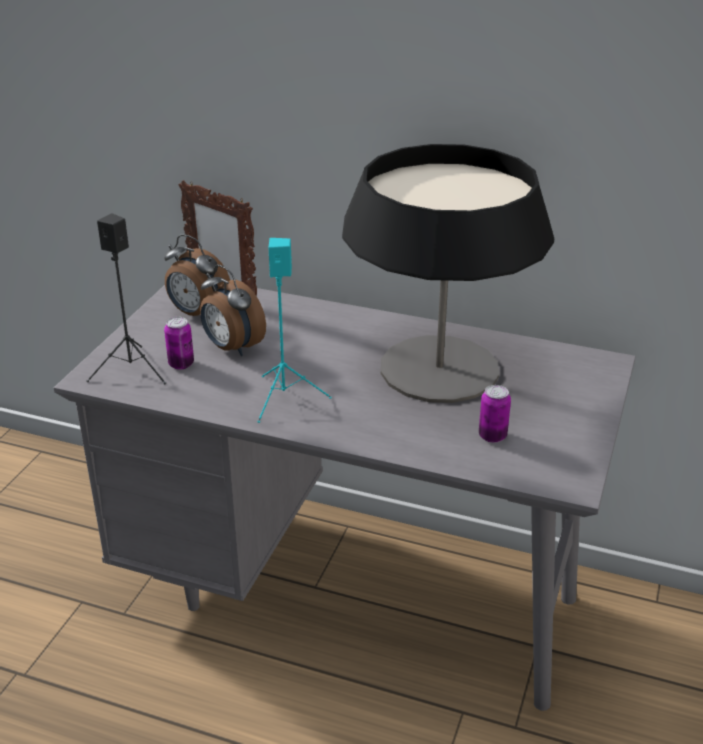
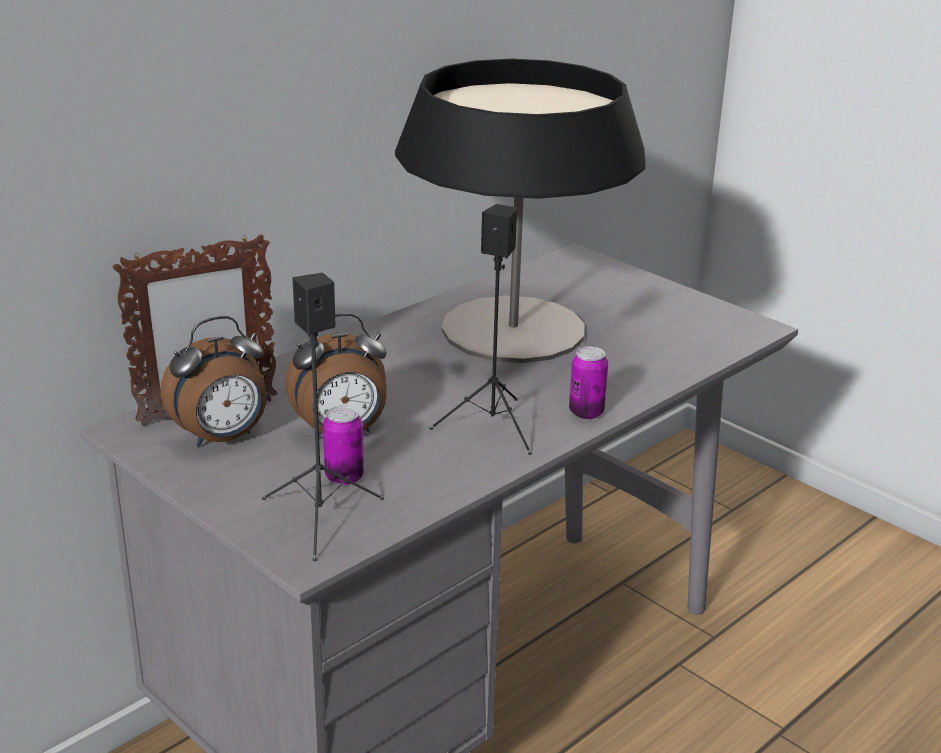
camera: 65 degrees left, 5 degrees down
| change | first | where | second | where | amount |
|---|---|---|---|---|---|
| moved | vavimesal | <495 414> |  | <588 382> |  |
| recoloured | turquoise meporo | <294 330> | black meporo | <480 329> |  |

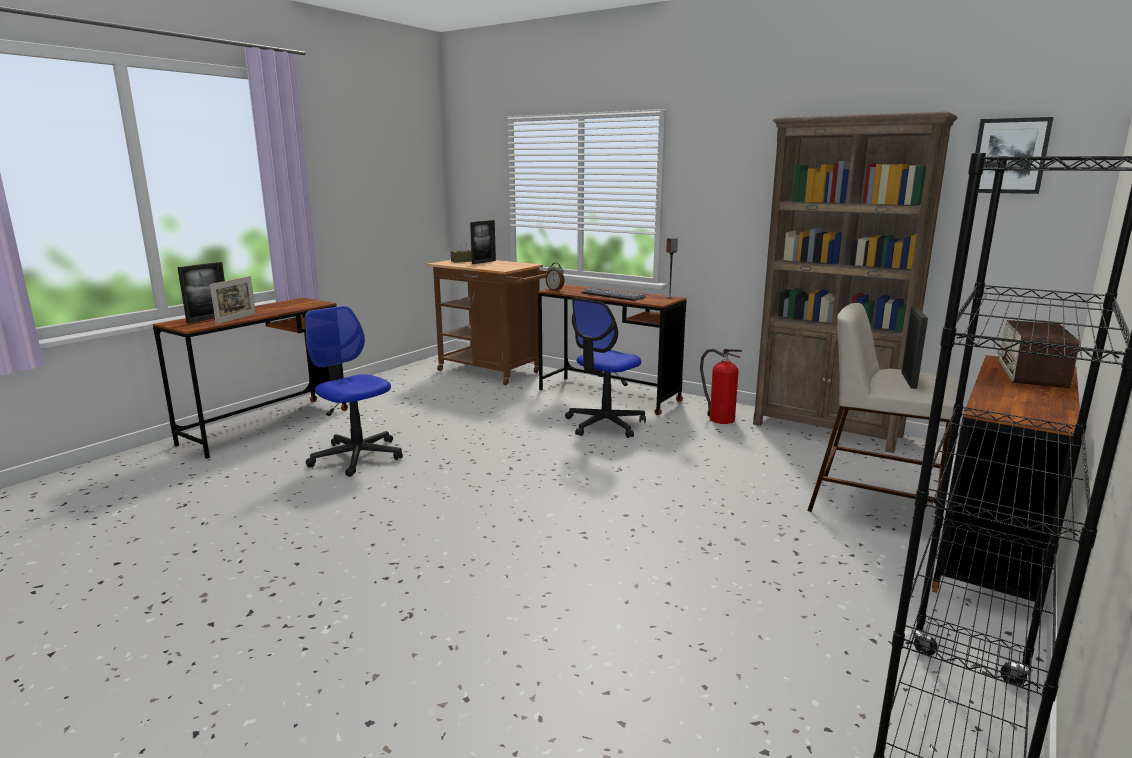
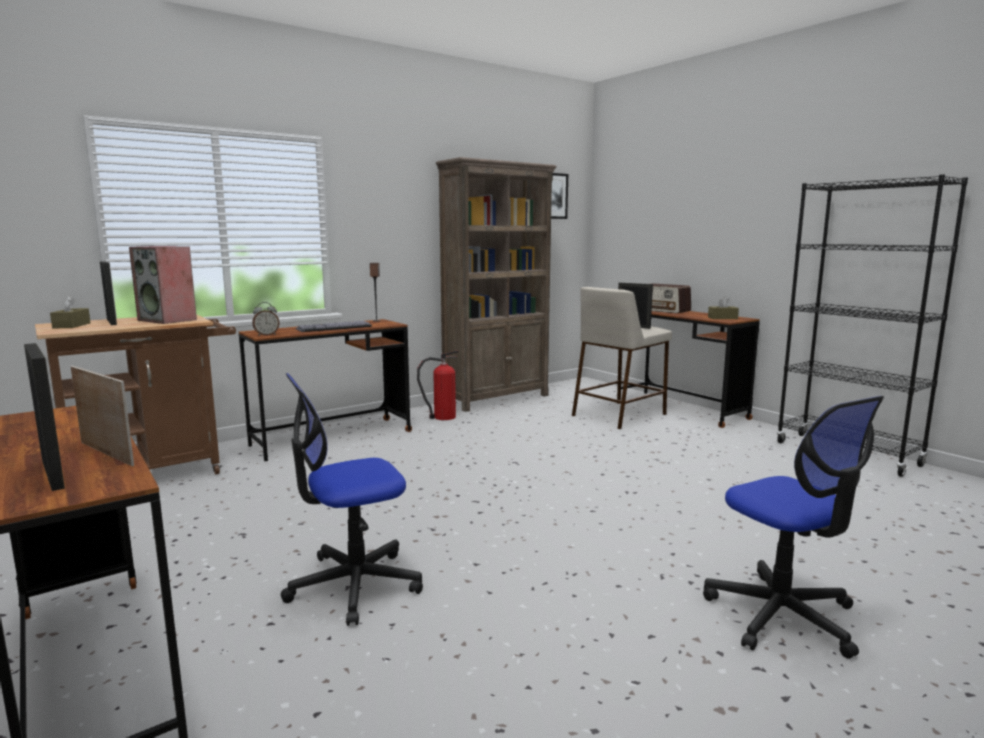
camera: 70 degrees left, 5 degrees down
| change | first | where | second | where | amount |
|---|---|---|---|---|---|
| added |  |  | meporo | <163 285> |  |
| added |  |  | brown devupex | <723 308> |  |
| moved | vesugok | <605 368> |  | <793 527> |  |

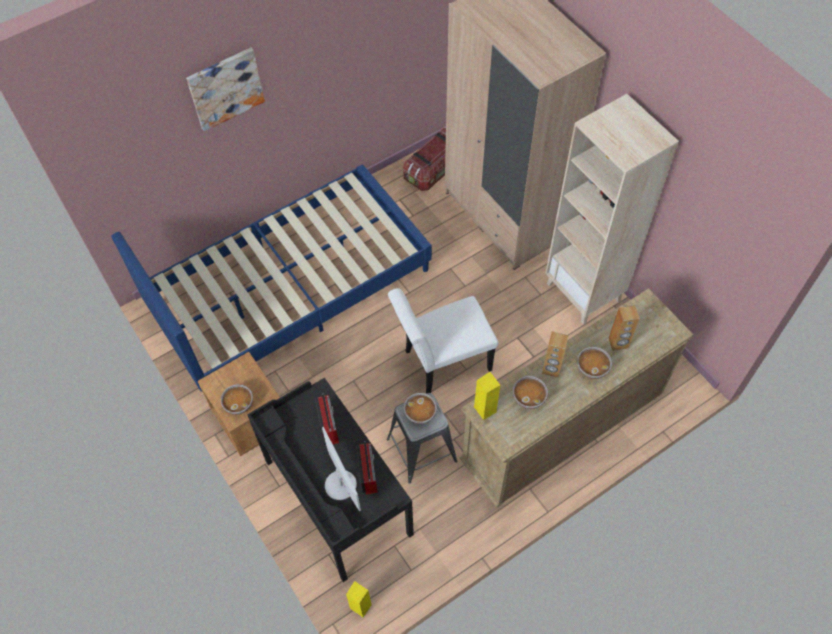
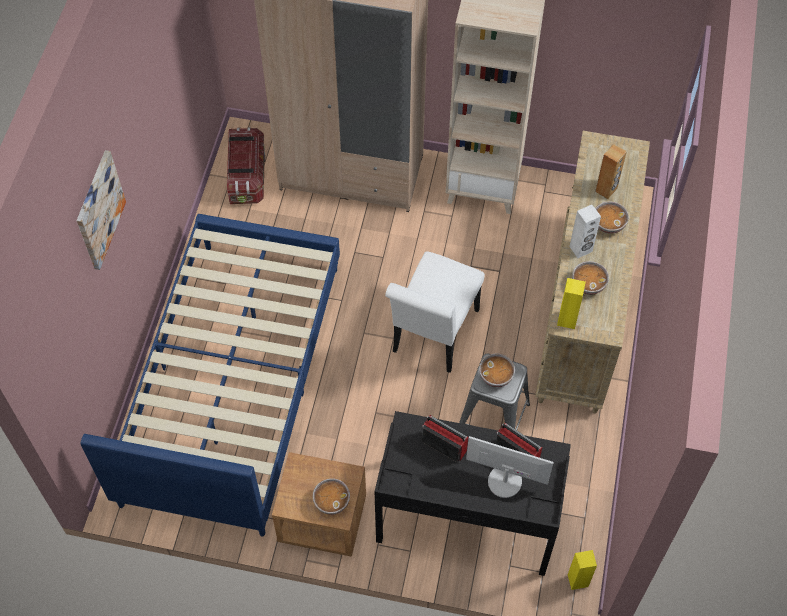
camera: 45 degrees left, 0 degrees up
| change | first | where | second | where | amount |
|---|---|---|---|---|---|
| recoloured | brown meporo | <555 354> | white meporo | <585 231> |  |

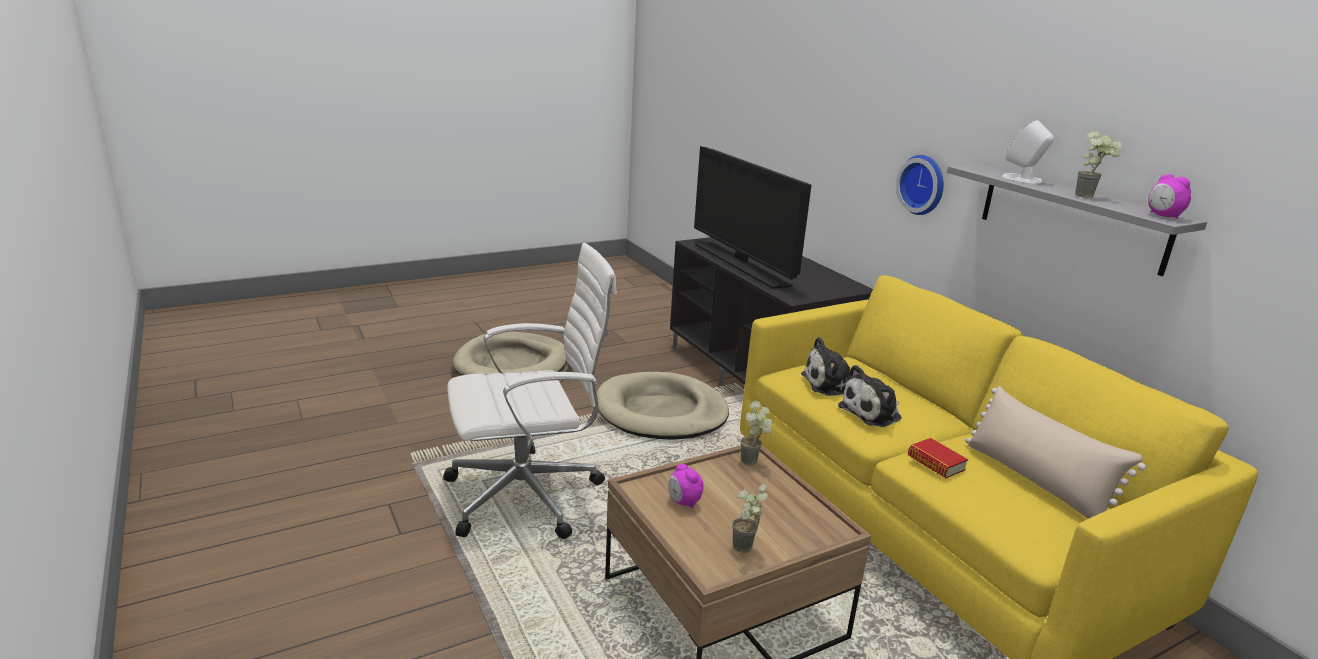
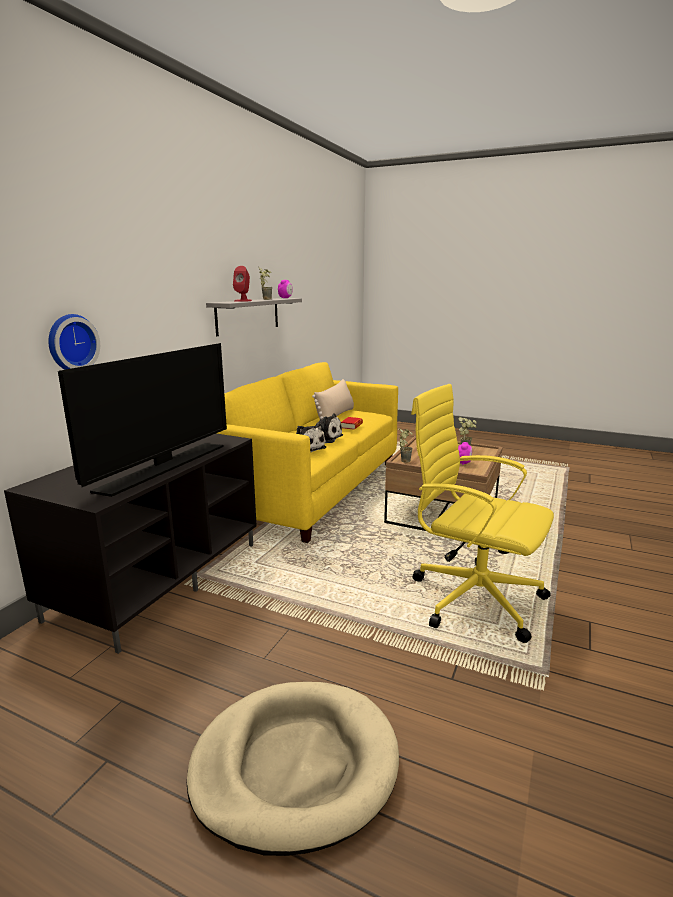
camera: 125 degrees left, 5 degrees down
| change | first | where | second | where | amount |
|---|---|---|---|---|---|
| removed | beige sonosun | <663 406> |  |  |  |
| moved | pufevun | <920 185> |  | <74 342> |  |
| recoloured | white vesugok | <530 391> | yellow vesugok | <482 513> |  |
| recoloured | white meporo | <1027 152> | red meporo | <242 284> |  |

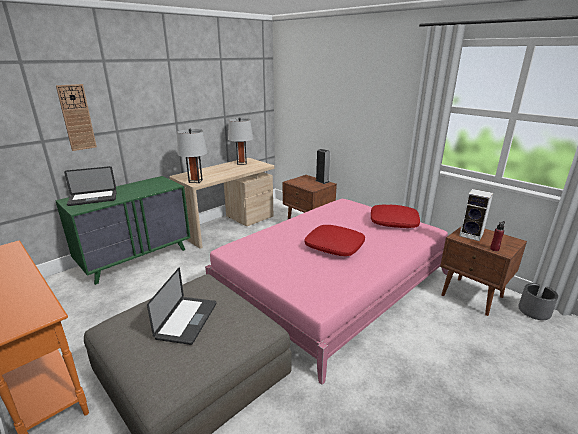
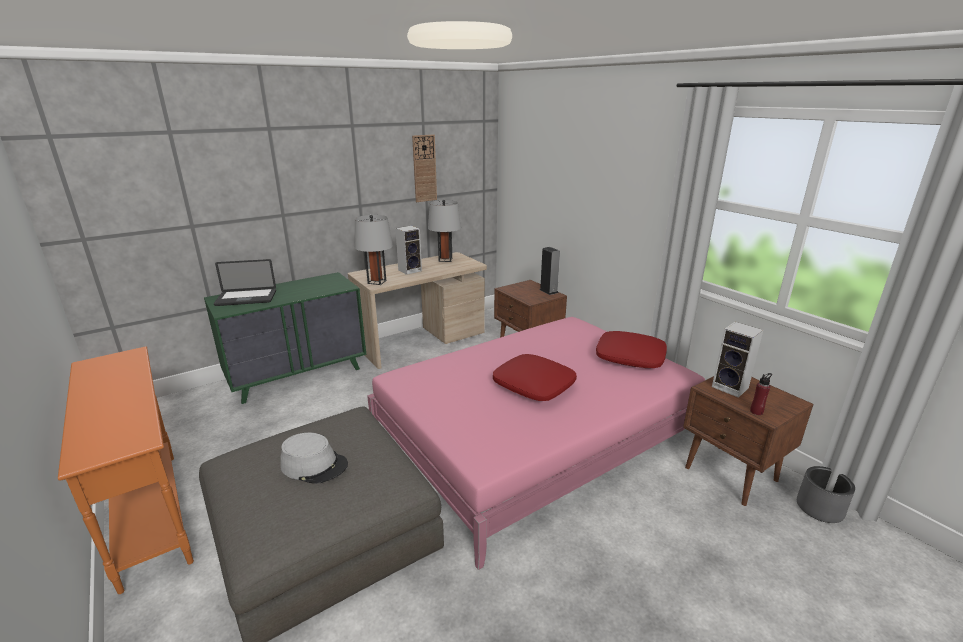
camera: 10 degrees right, 0 degrees up
| change | first | where | second | where | amount |
|---|---|---|---|---|---|
| added |  |  | meporo | <408 250> |  |
| moved | pufevun | <76 117> |  | <424 168> |  |
| replaced | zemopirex | <182 306> | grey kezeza | <314 458> |  |

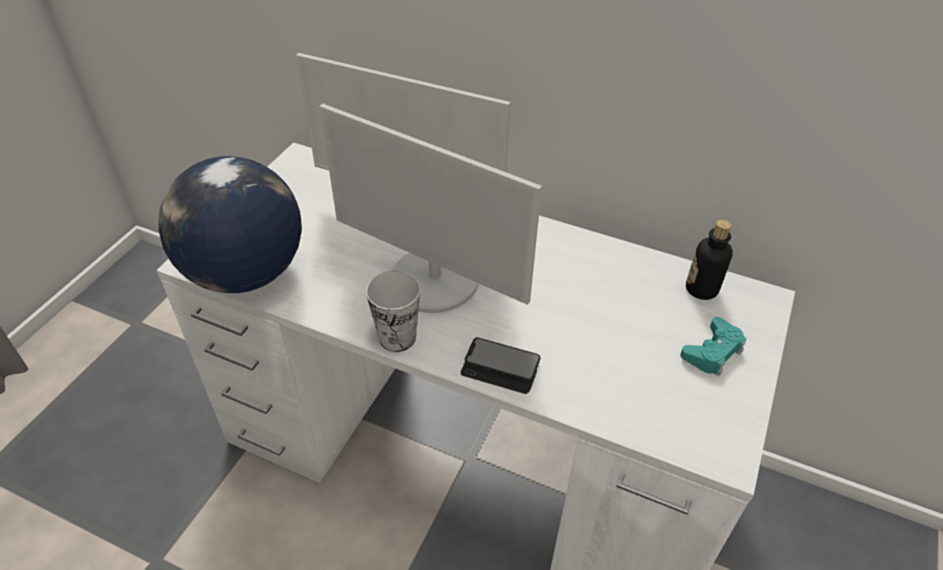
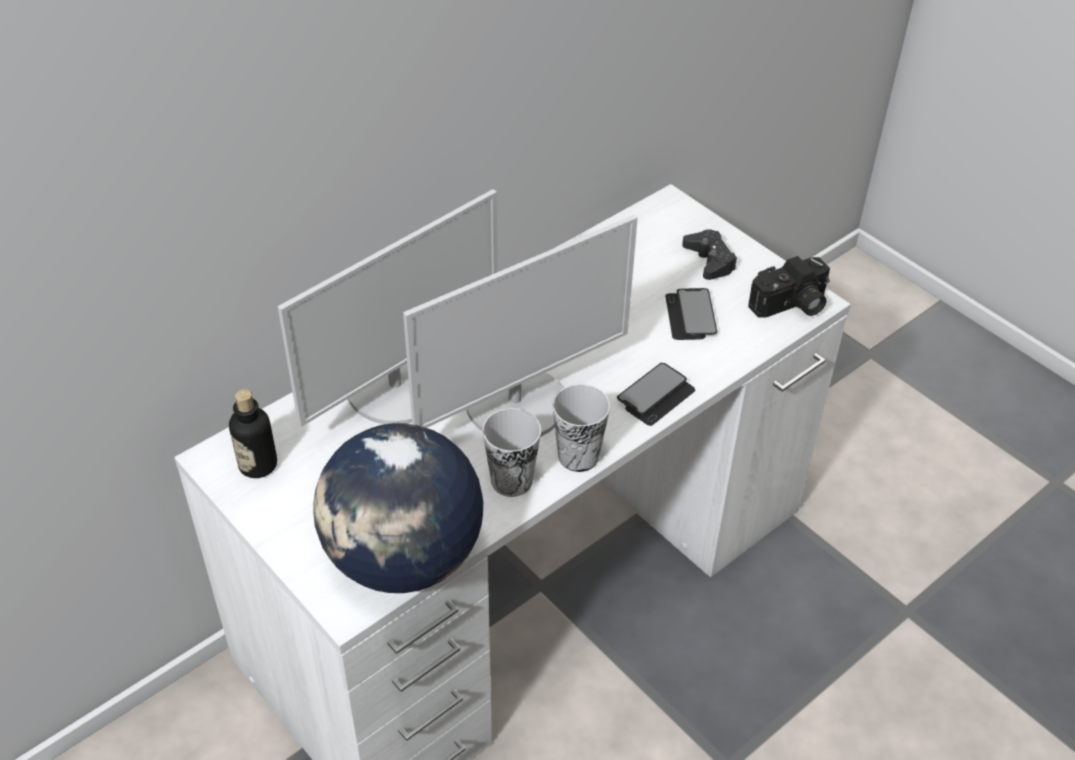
camera: 65 degrees left, 0 degrees up
| change | first | where | second | where | amount |
|---|---|---|---|---|---|
| added |  |  | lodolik | <511 452> |  |
| added |  |  | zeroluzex | <691 314> |  |
| added |  |  | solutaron | <789 287> |  |
| moved | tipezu | <709 260> |  | <253 433> |  |
| recoloured | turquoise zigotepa | <713 346> | black zigotepa | <709 254> |  |

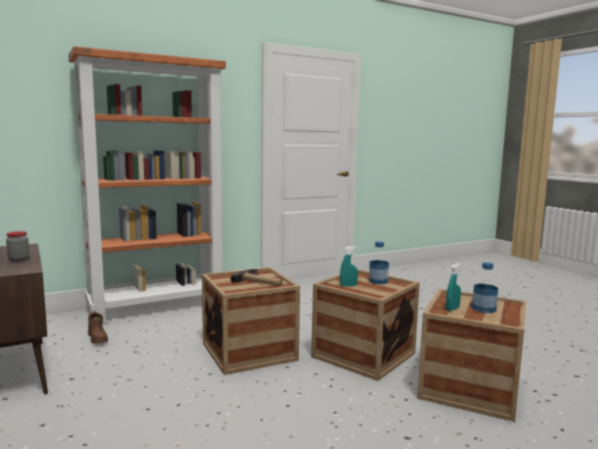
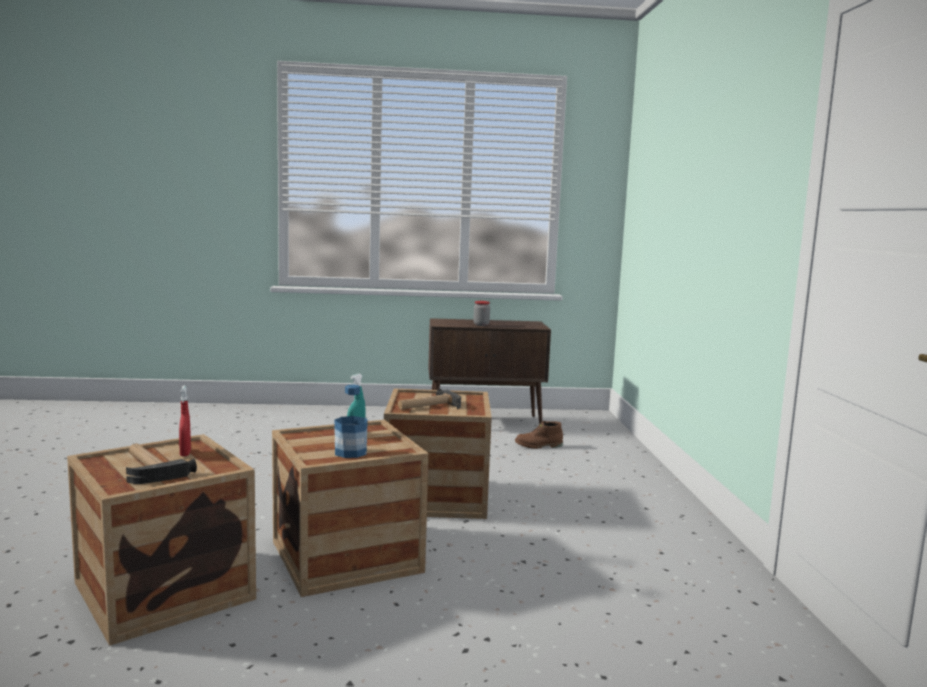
camera: 115 degrees right, 0 degrees up
| change | first | where | second | where | amount |
|---|---|---|---|---|---|
| removed | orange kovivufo | <147 185> |  |  |  |
| replaced | tipezu | <485 287> | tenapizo | <161 463> |  |
| recoloured | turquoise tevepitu | <453 287> | red tevepitu | <185 420> |  |

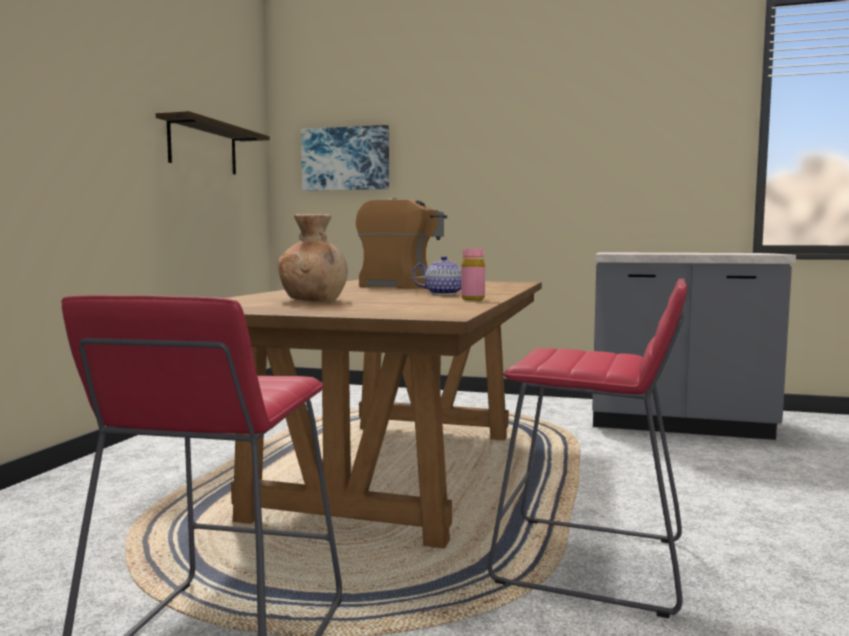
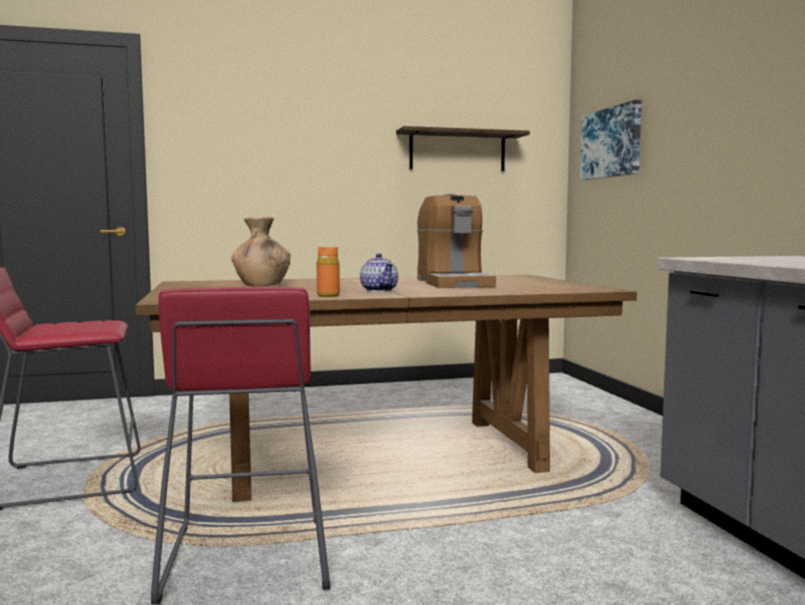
camera: 60 degrees right, 0 degrees up
| change | first | where | second | where | amount |
|---|---|---|---|---|---|
| recoloured | pink tipezu | <473 274> | orange tipezu | <328 272> |  |

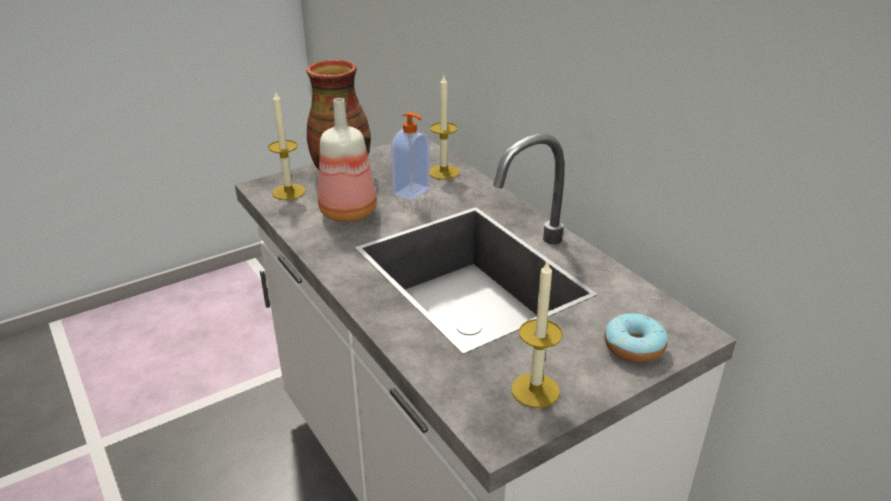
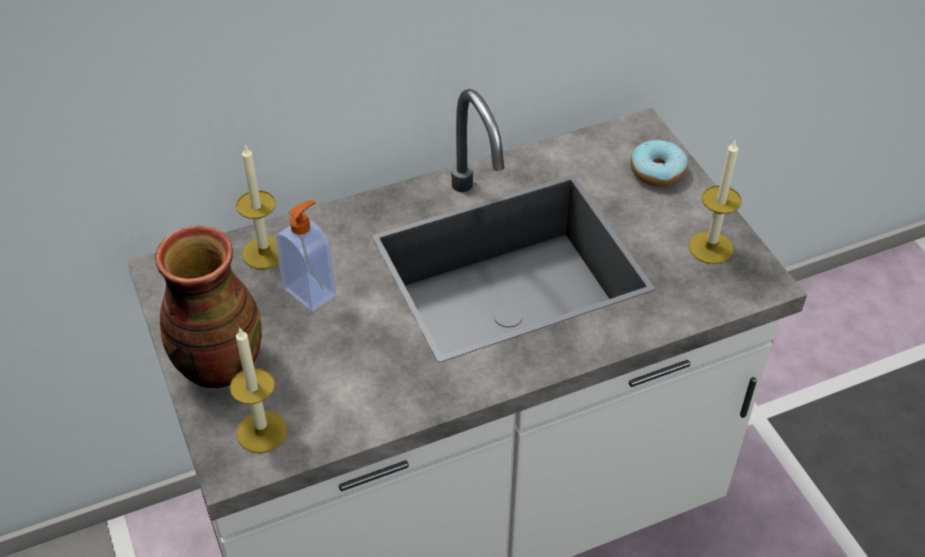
camera: 80 degrees left, 15 degrees up
| change | first | where | second | where | amount |
|---|---|---|---|---|---|
| removed | tipezu | <347 160> |  |  |  |

